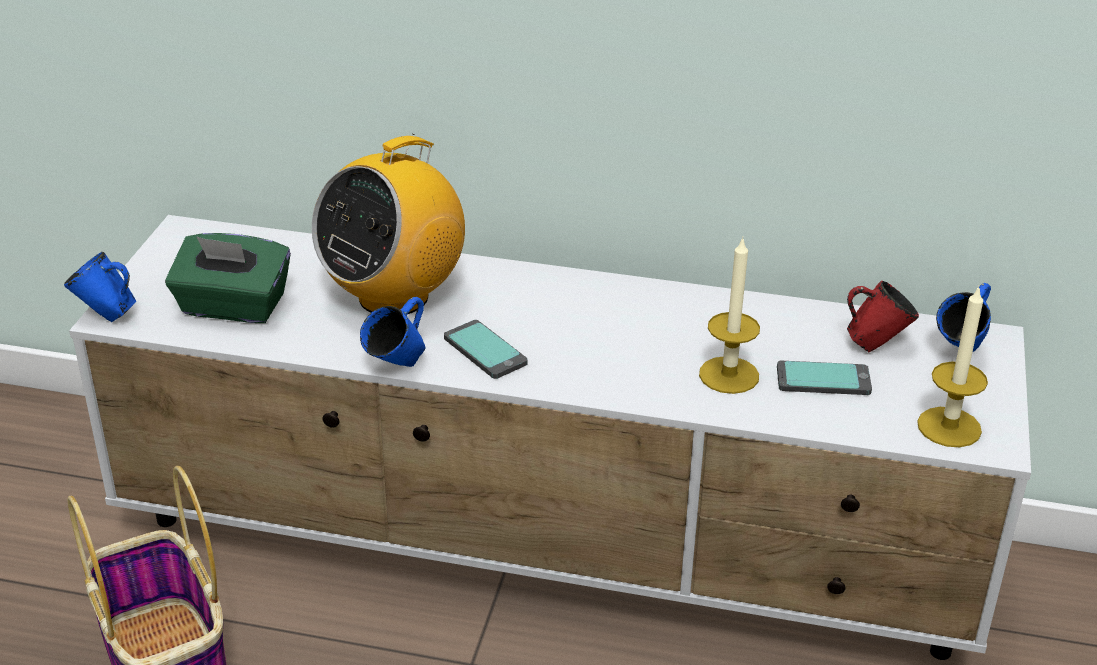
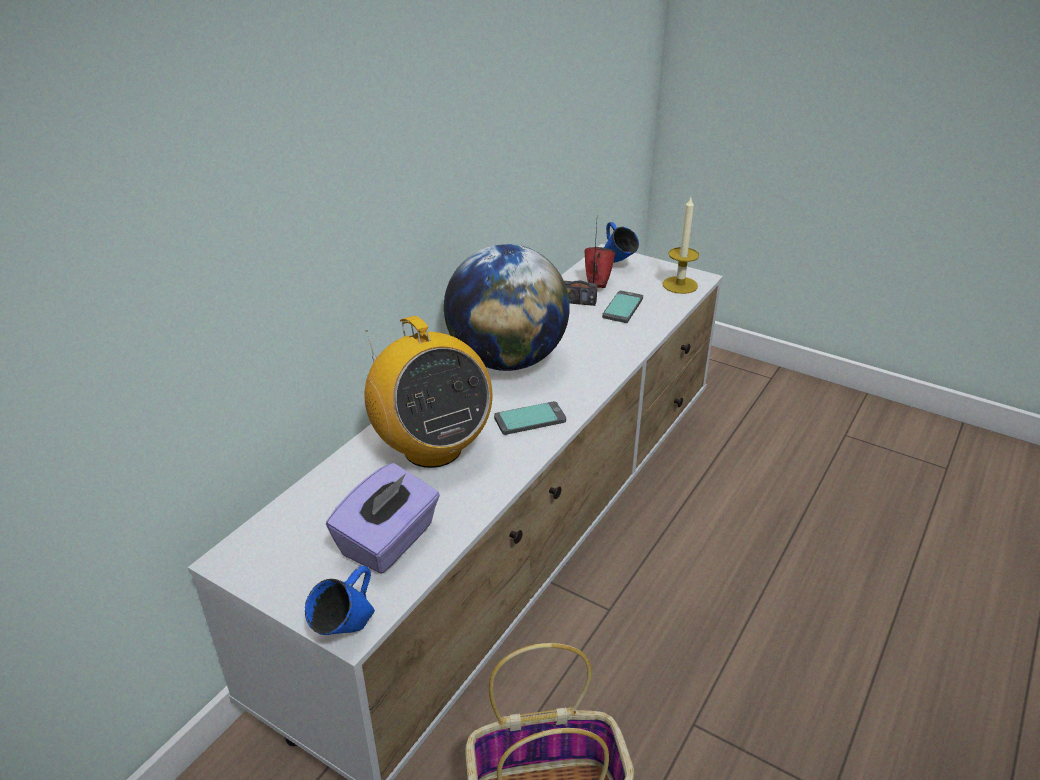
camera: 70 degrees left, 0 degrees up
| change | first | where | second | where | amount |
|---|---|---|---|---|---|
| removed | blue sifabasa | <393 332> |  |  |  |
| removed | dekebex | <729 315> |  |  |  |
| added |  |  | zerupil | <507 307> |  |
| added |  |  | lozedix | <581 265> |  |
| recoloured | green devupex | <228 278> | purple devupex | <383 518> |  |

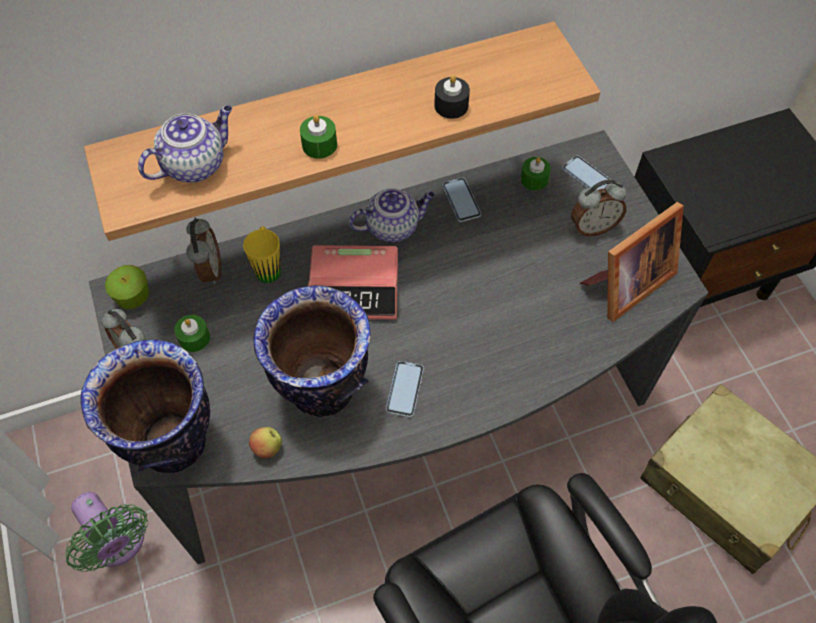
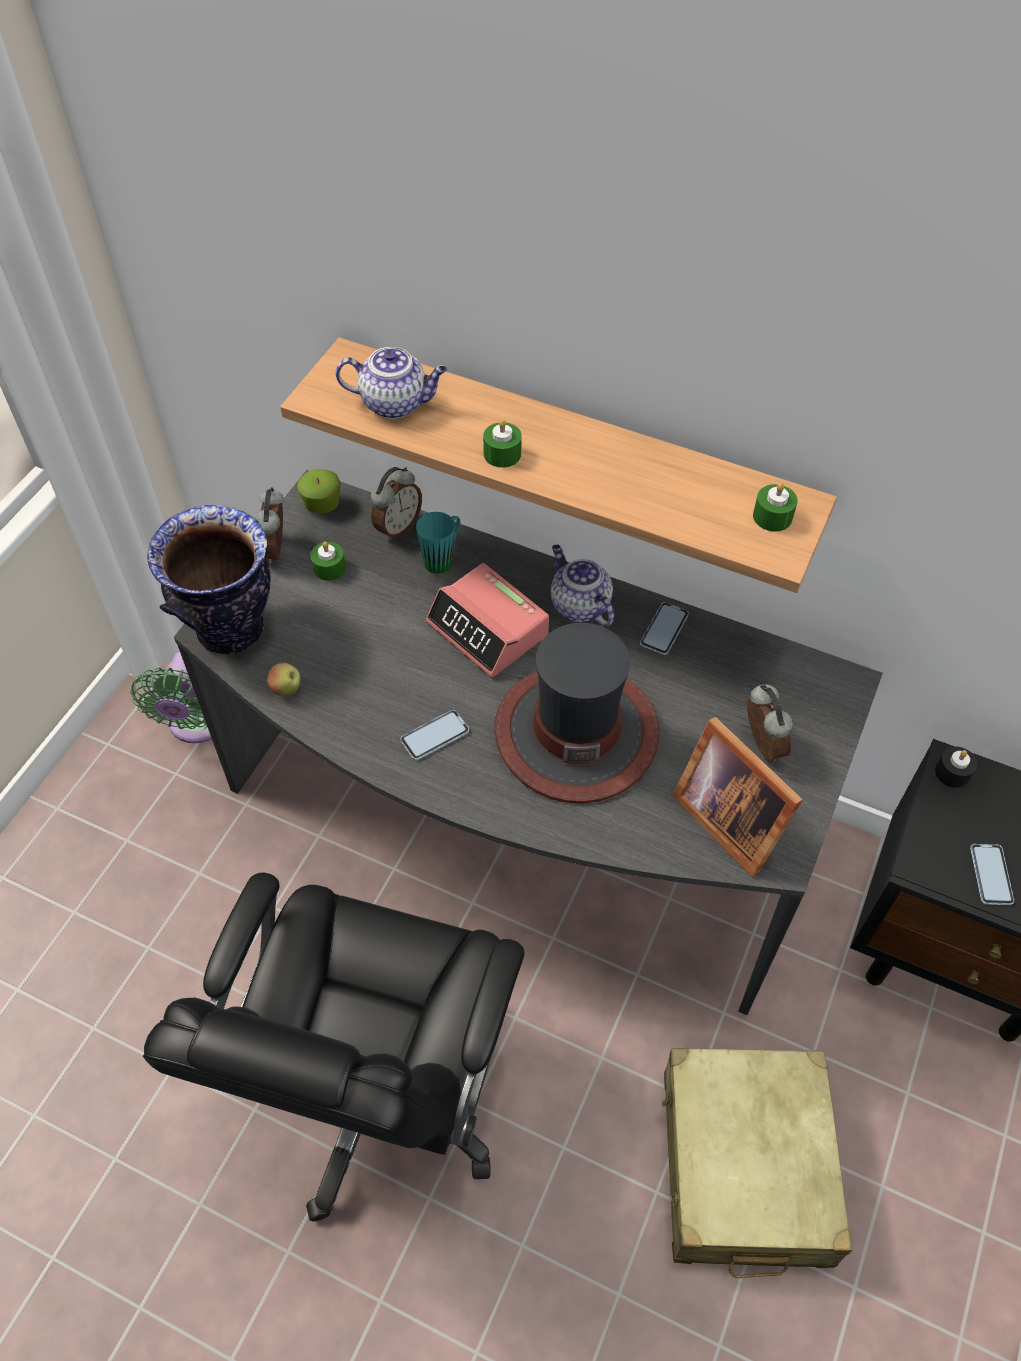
camera: 45 degrees right, 5 degrees down
| change | first | where | second | where | amount |
|---|---|---|---|---|---|
| removed | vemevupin | <312 351> |  |  |  |
| added |  |  | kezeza | <576 713> |  |
| moved | black dekebex | <452 97> |  | <956 767> |  |
| moved | green dekebex | <536 173> |  | <775 507> |  |
| moved | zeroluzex | <586 172> |  | <992 874> |  |
| recoloured | yellow sifabasa | <262 254> | turquoise sifabasa | <438 543> |  |
| turned | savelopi | <392 215> |  | <582 586> | 150 degrees counterclockwise |
| turned | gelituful | <599 208> |  | <770 723> | 135 degrees counterclockwise |
| turned | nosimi | <632 262> |  | <737 797> | 45 degrees clockwise |

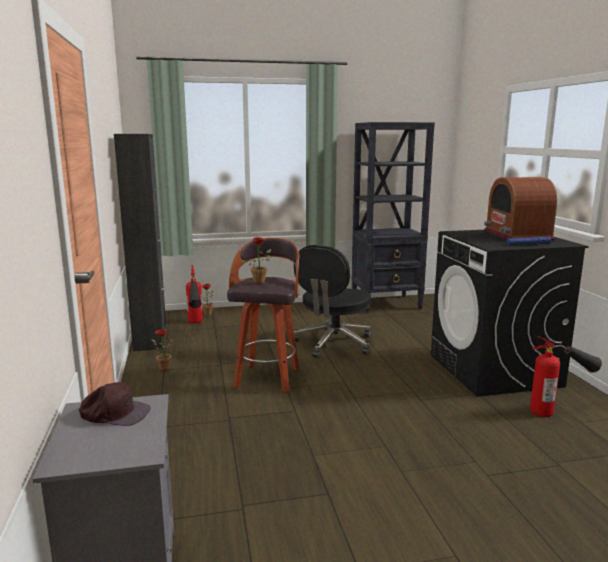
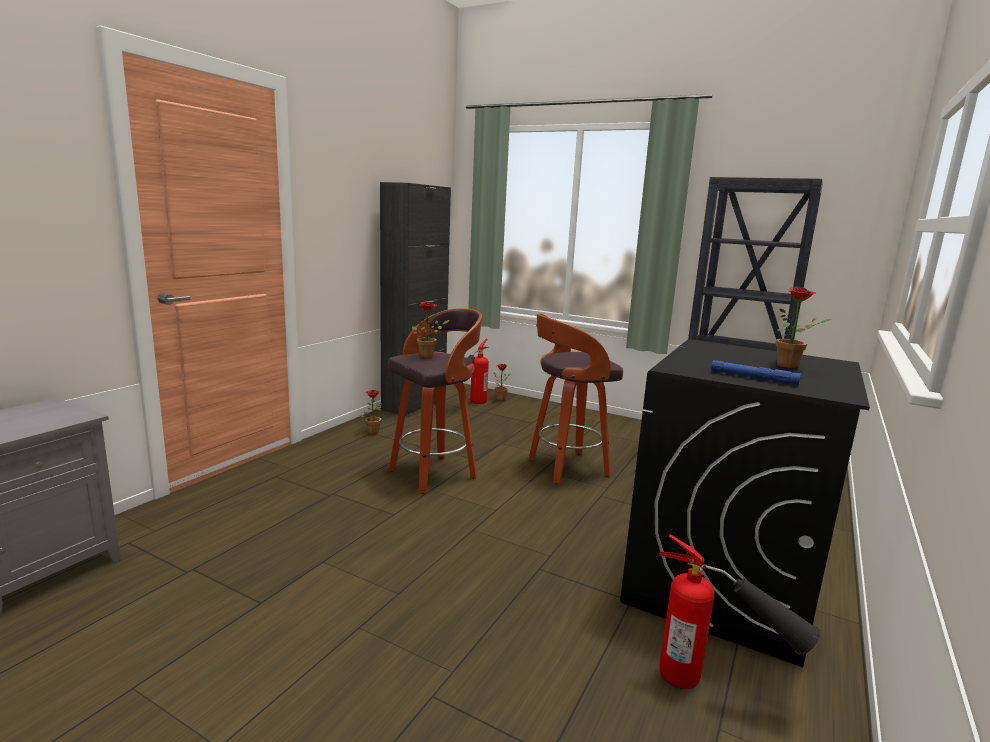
camera: 40 degrees right, 0 degrees up
| change | first | where | second | where | amount |
|---|---|---|---|---|---|
| removed | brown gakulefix | <115 404> |  |  |  |
| replaced | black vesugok | <332 301> | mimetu | <575 398> |  |
| replaced | lozedix | <520 209> | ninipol | <803 327> |  |

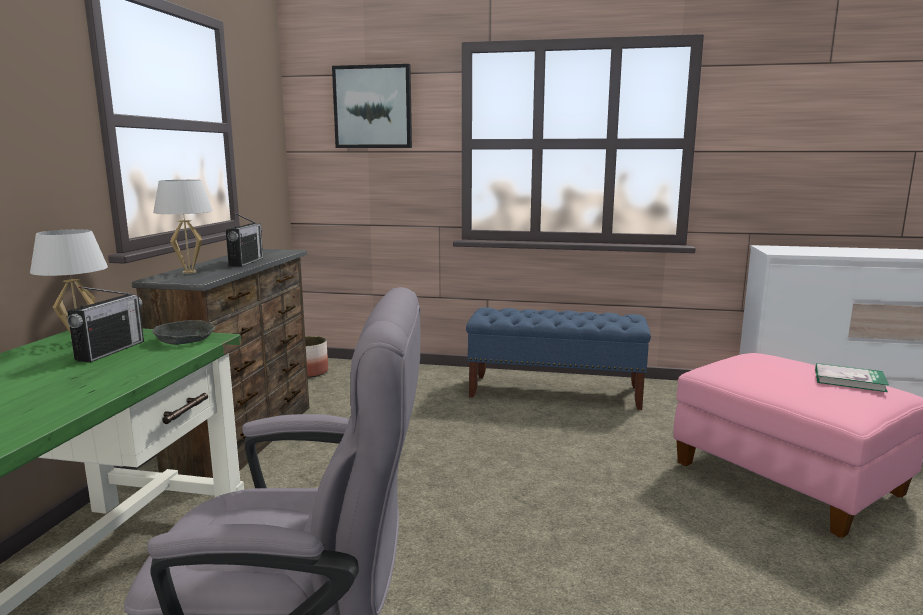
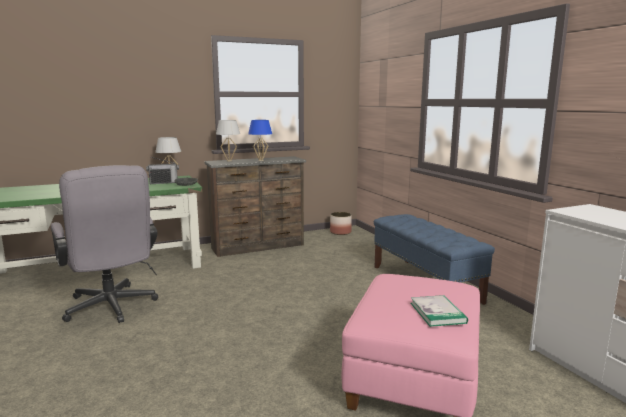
camera: 55 degrees right, 0 degrees up
| change | first | where | second | where | amount |
|---|---|---|---|---|---|
| removed | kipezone | <372 106> |  |  |  |
| replaced | lozedix | <244 239> | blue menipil | <260 140> |  |

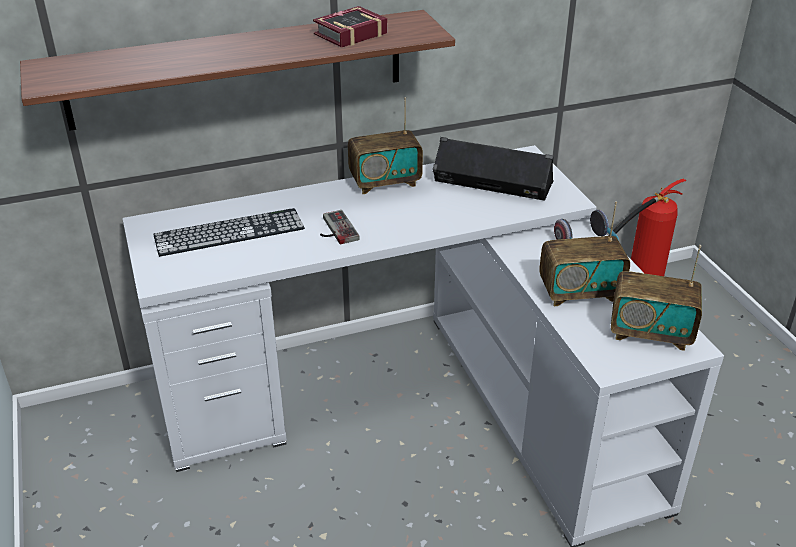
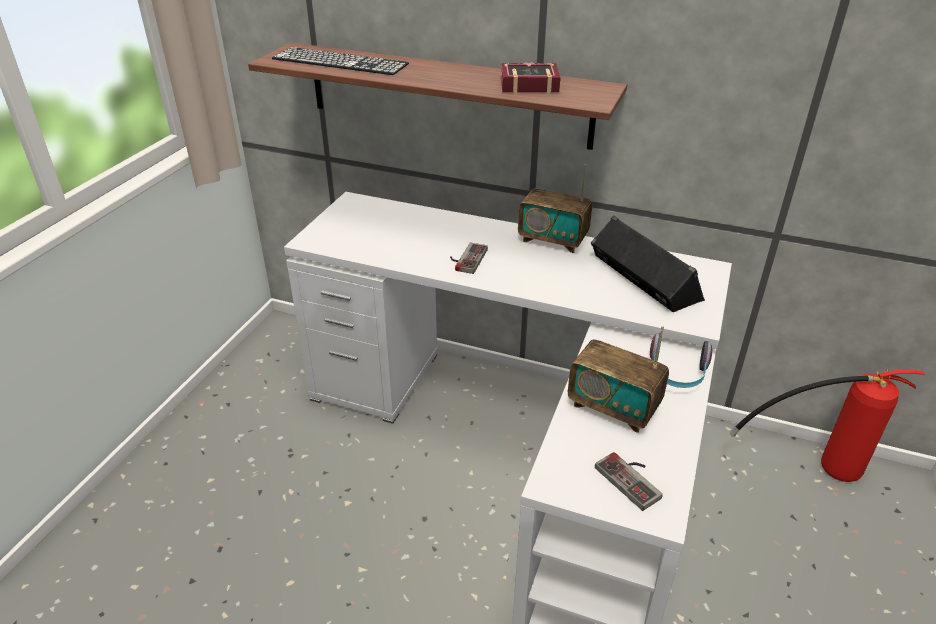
camera: 40 degrees right, 0 degrees up
| change | first | where | second | where | amount |
|---|---|---|---|---|---|
| moved | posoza | <229 232> |  | <340 61> |  |
| replaced | lozedix | <656 298> | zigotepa | <629 481> |  |

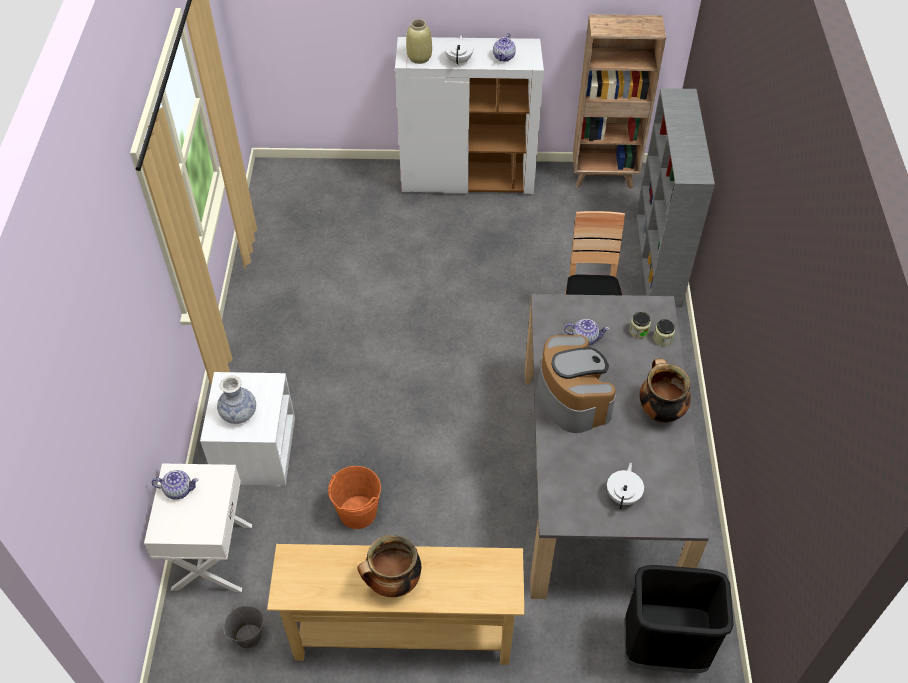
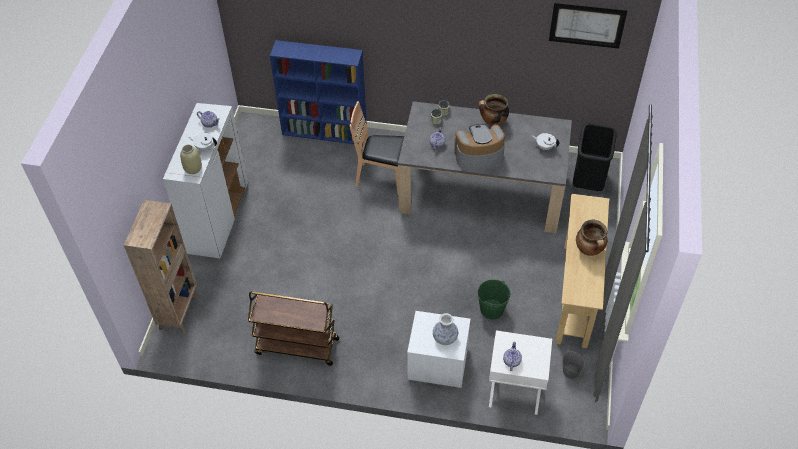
camera: 80 degrees left, 0 degrees up
| change | first | where | second | where | amount |
|---|---|---|---|---|---|
| added |  |  | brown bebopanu | <293 329> |  |
| added |  |  | kipezone | <588 25> |  |
| moved | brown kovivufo | <619 102> |  | <161 267> |  |
| recoloured | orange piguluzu | <354 497> | green piguluzu | <494 299> |  |
| recoloured | grey kovivufo | <675 197> | blue kovivufo | <318 92> |  |

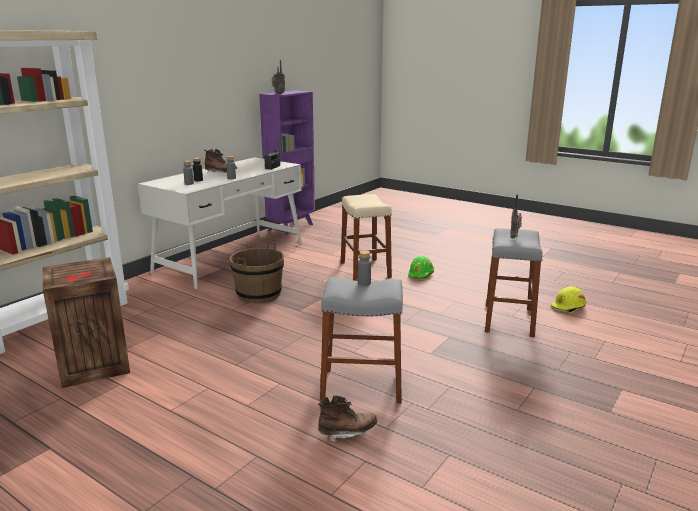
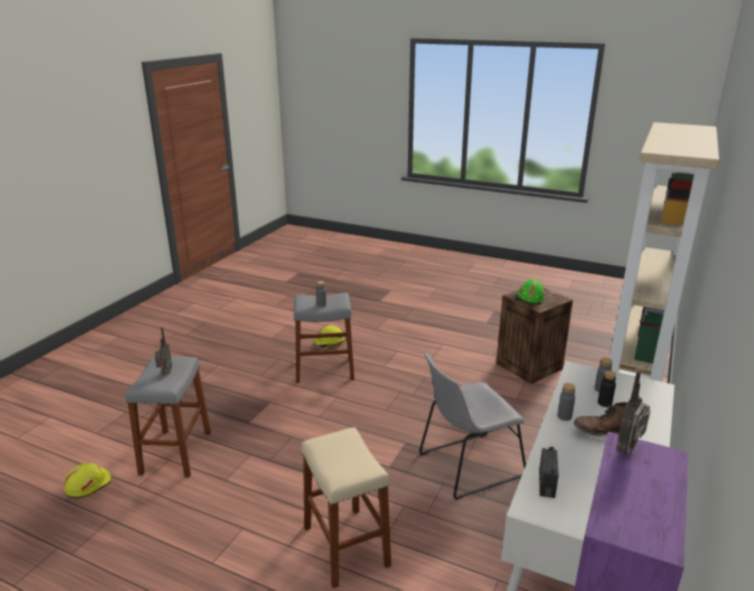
camera: 170 degrees right, 5 degrees up
| change | first | where | second | where | amount |
|---|---|---|---|---|---|
| moved | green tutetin | <421 267> |  | <530 291> |  |
| replaced | brown piguluzu | <257 272> | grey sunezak | <472 426> |  |
| replaced | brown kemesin | <347 418> | yellow tutetin | <329 337> |  |

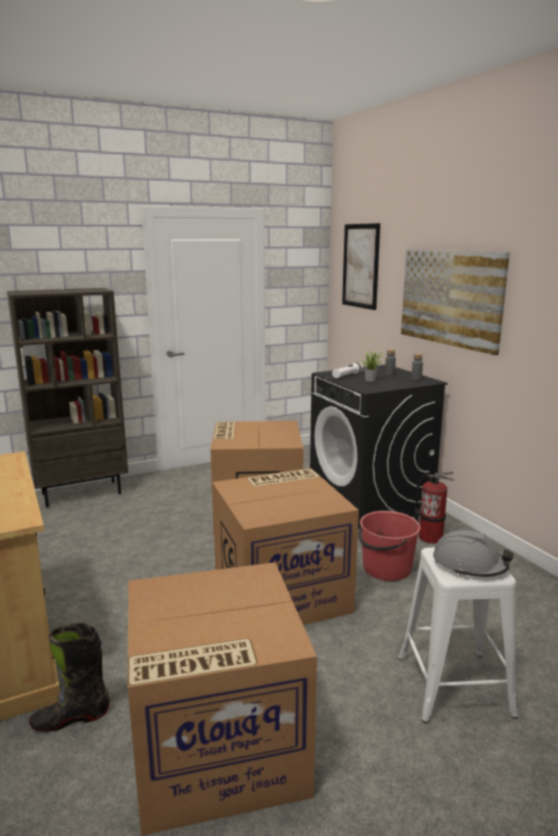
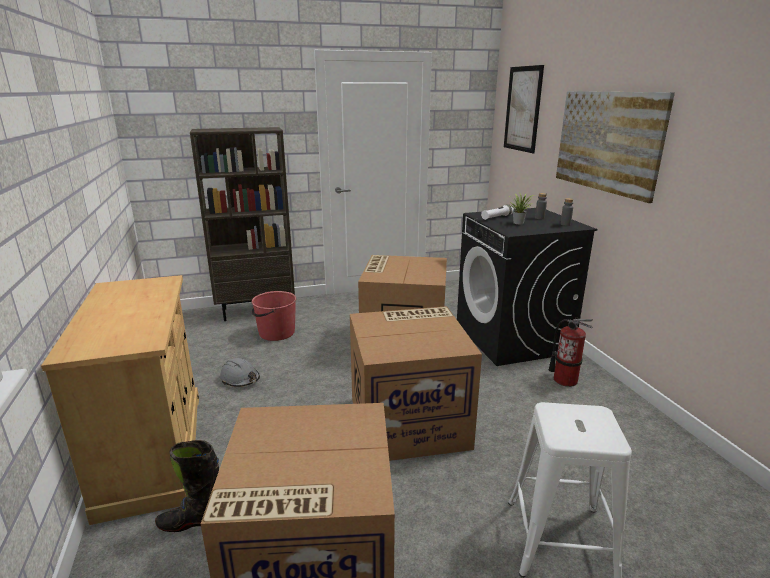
camera: 10 degrees right, 5 degrees up
| change | first | where | second | where | amount |
|---|---|---|---|---|---|
| moved | red piguluzu | <389 546> |  | <274 316> |  |
| moved | grey tutetin | <473 553> |  | <240 372> |  |

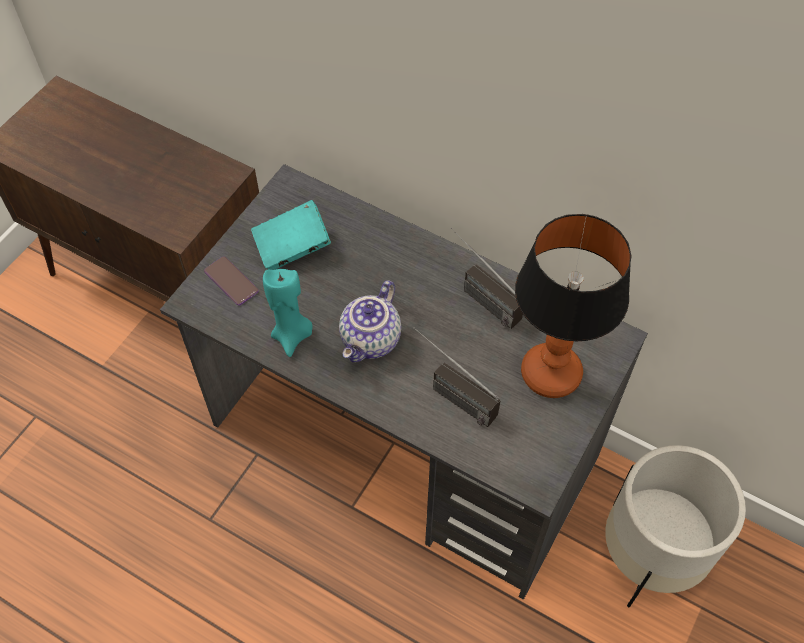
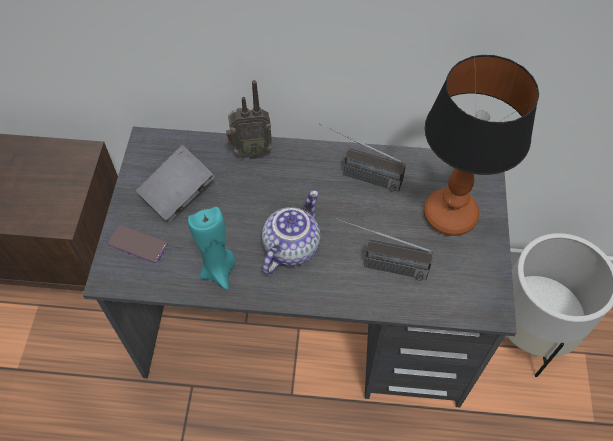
camera: 25 degrees left, 0 degrees up
| change | first | where | second | where | amount |
|---|---|---|---|---|---|
| added |  |  | lozedix | <249 119> |  |
| recoloured | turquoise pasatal | <291 235> | grey pasatal | <175 183> |  |
| turned | savelopi | <370 321> |  | <291 232> | 150 degrees counterclockwise |

